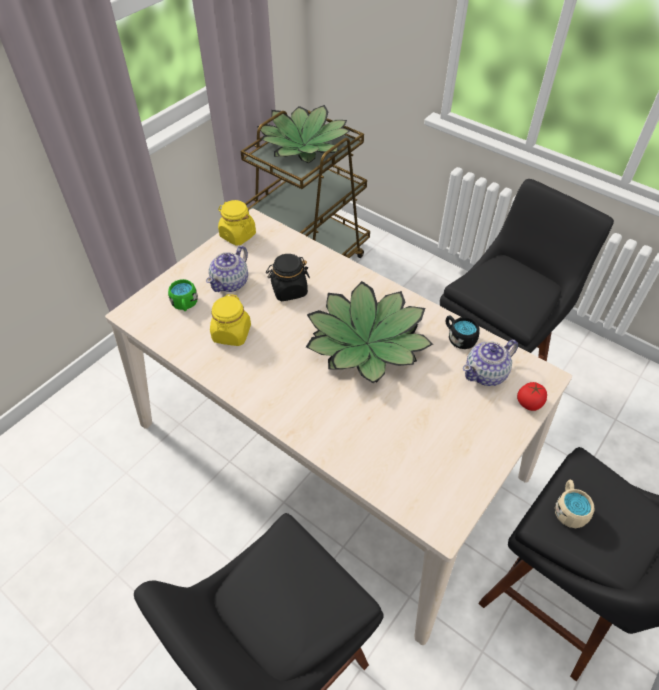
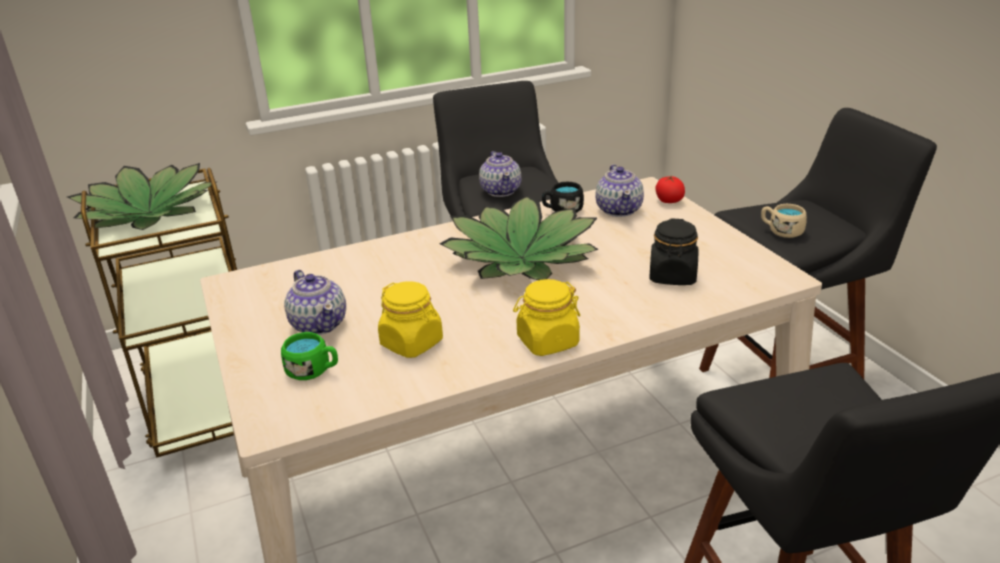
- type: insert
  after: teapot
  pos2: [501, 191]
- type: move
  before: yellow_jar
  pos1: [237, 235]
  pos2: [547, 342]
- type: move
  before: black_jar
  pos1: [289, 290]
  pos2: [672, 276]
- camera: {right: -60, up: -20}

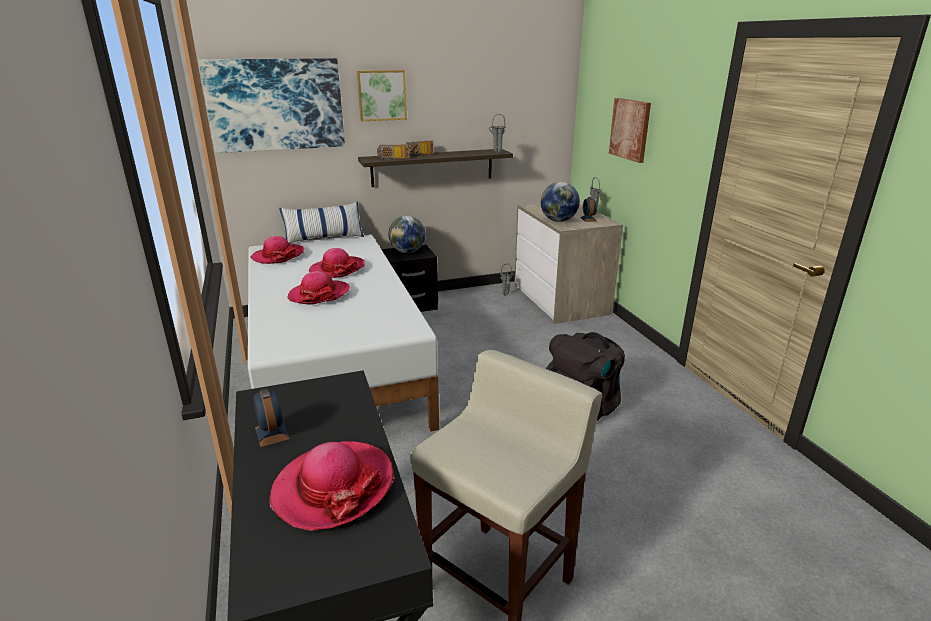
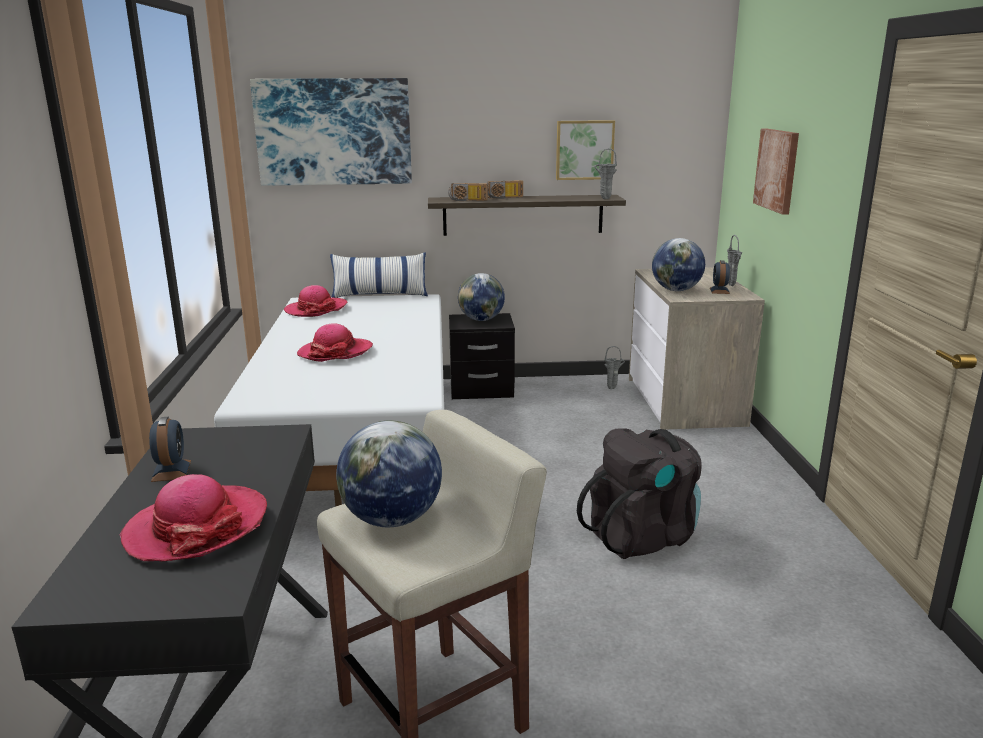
- type: insert
  after: globe
  pos2: [391, 519]
- type: move
  before: picture
  pos1: [381, 95]
  pos2: [584, 150]
- type: delete
  before: hat
  pos1: [337, 269]
- camera: {right: 15, up: -5}

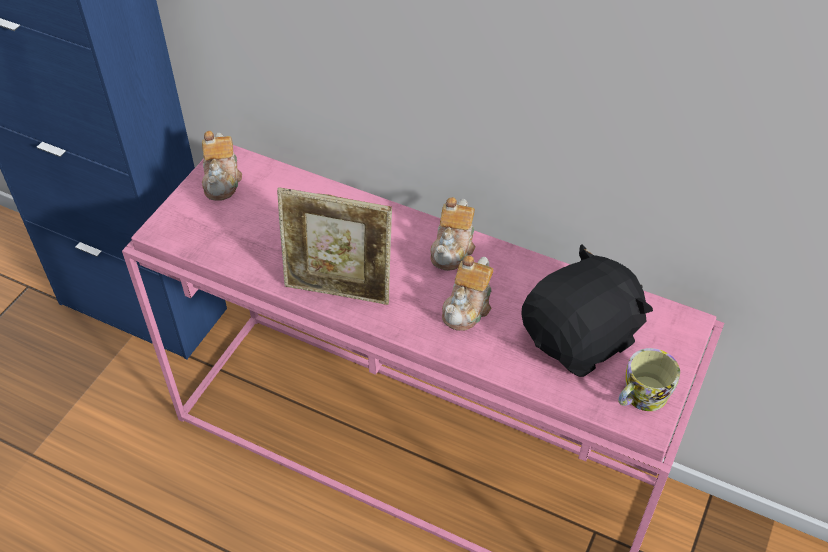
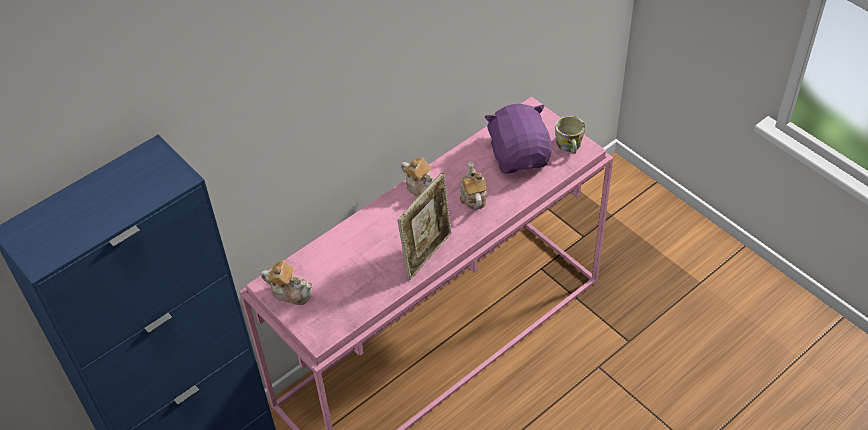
- type: rotate
  before: teapot
  pos1: [468, 308]
  pos2: [473, 197]
  turn: -150
- type: recolor
  before: black_plush_toy
  after: purple_plush_toy
  pos1: [581, 338]
  pos2: [519, 156]
- camera: {right: -65, up: 0}

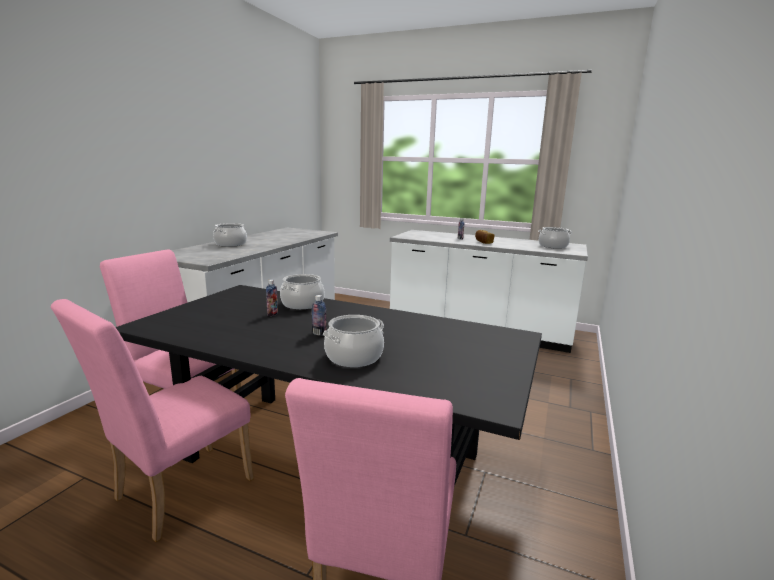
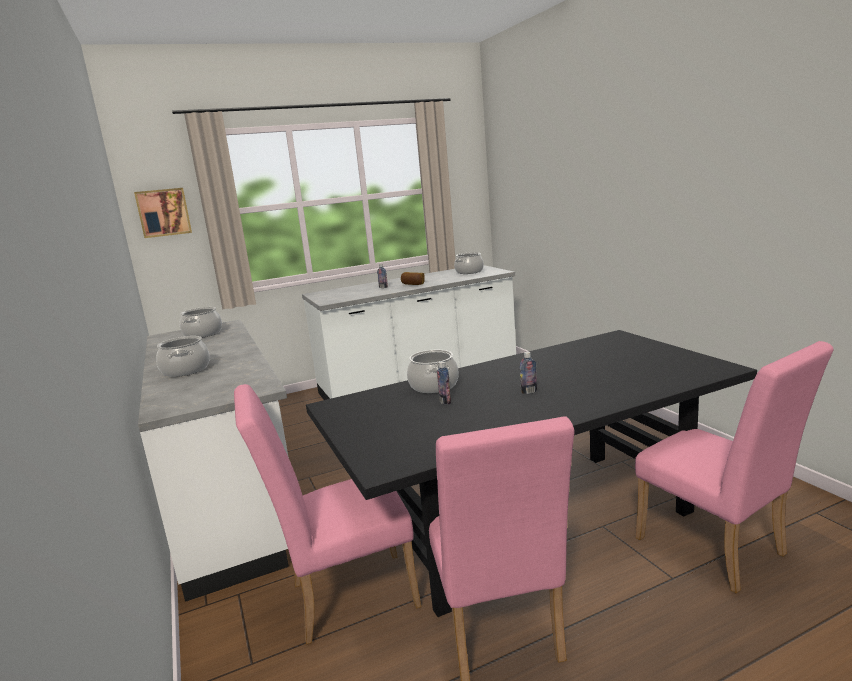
- type: insert
  after: picture
  pos2: [163, 212]
- type: move
  before: cooking_pot
  pos1: [354, 357]
  pos2: [203, 334]
- camera: {right: -45, up: 0}

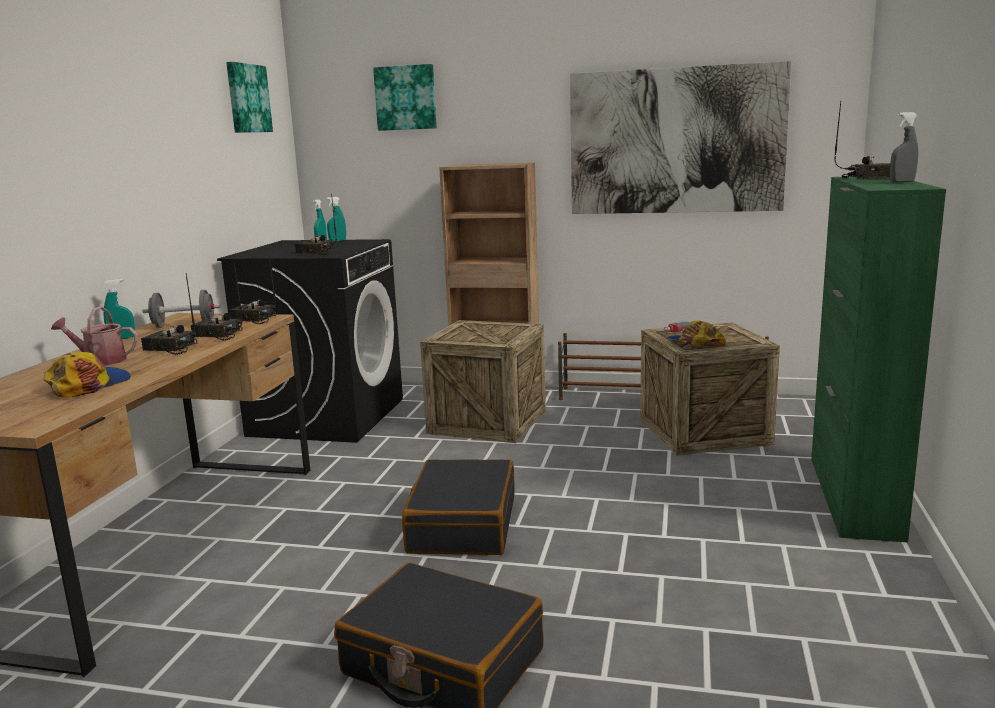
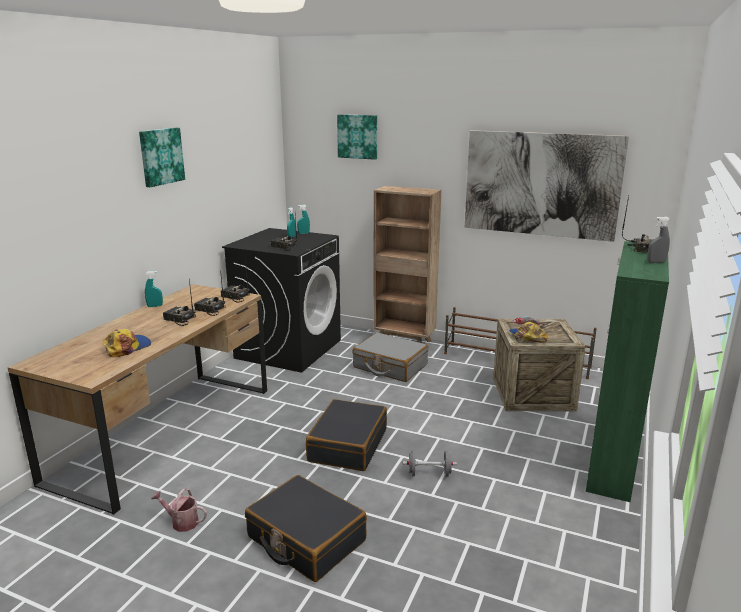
- type: move
  before: picture
  pos1: [247, 98]
  pos2: [160, 156]
- type: move
  before: watering_can
  pos1: [100, 361]
  pos2: [181, 522]
- type: replace
  before: crate
  after: grey_suitcase
  pos1: [487, 422]
  pos2: [390, 366]
- type: move
  before: grey_dumbbell
  pos1: [184, 325]
  pos2: [429, 474]
- camera: {right: 10, up: 5}

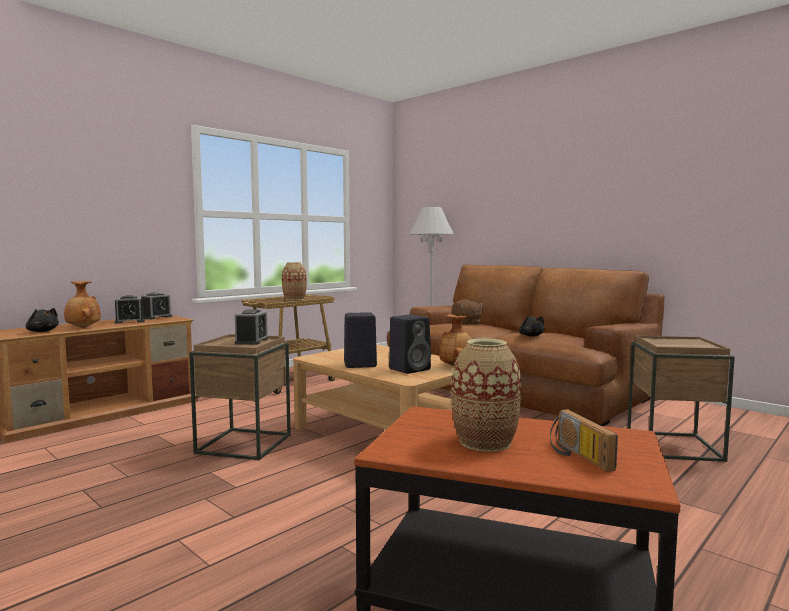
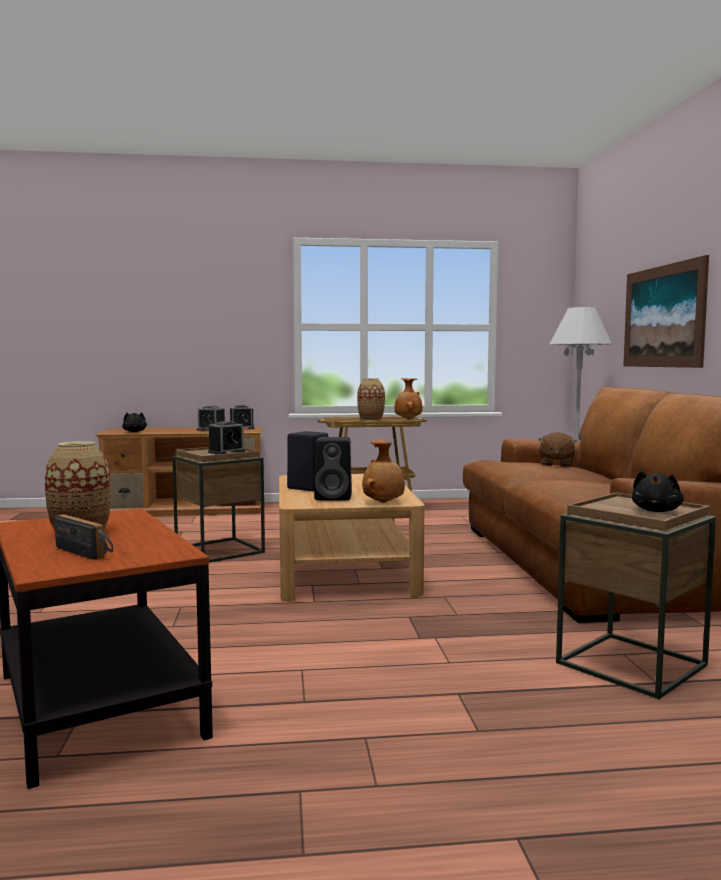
- type: rotate
  before: radio
  pos1: [576, 455]
  pos2: [88, 551]
  turn: 105
- type: move
  before: brown_vase
  pos1: [82, 327]
  pos2: [407, 419]
- type: insert
  after: picture
  pos2: [663, 316]
- type: move
  before: black_plush_toy
  pos1: [531, 336]
  pos2: [656, 511]
- camera: {right: 40, up: 0}

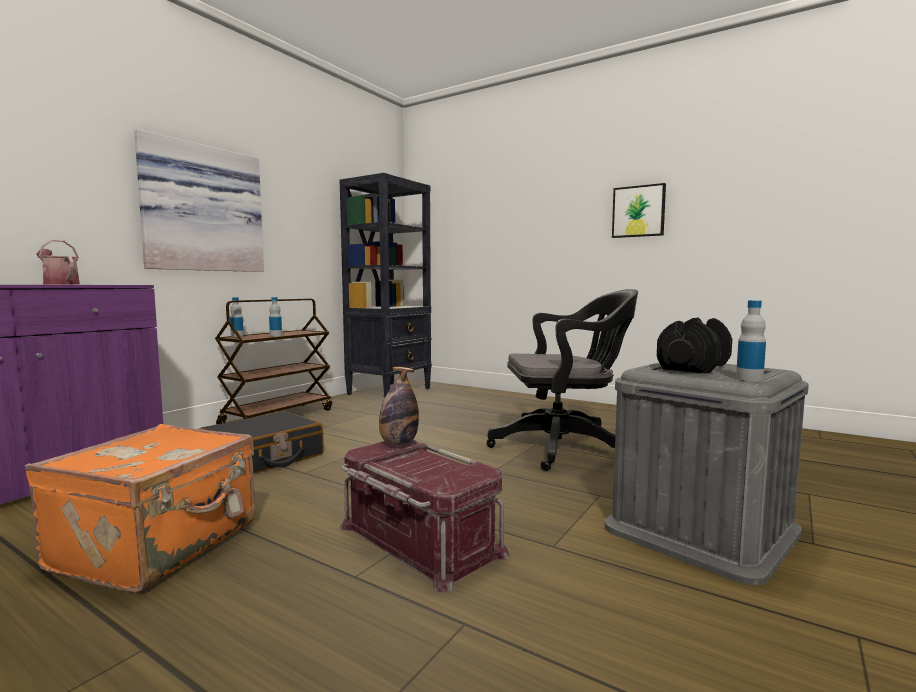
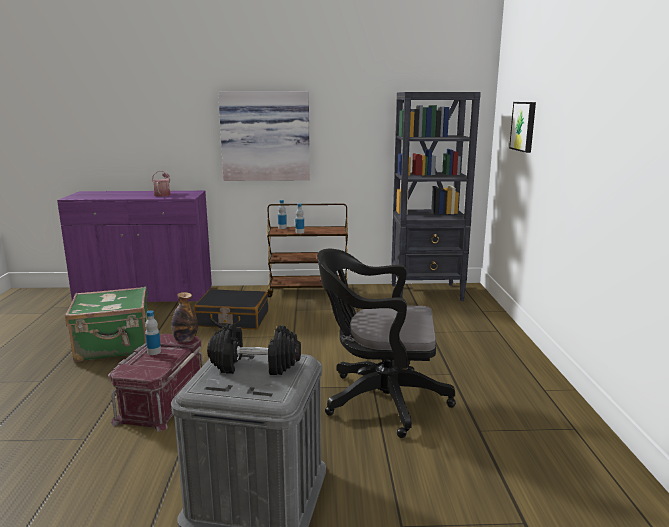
- type: recolor
  before: orange_suitcase
  after: green_suitcase
  pos1: [159, 546]
  pos2: [115, 346]
- type: move
  before: bottle
  pos1: [749, 379]
  pos2: [154, 352]
- type: rotate
  before: black_office_chair
  pos1: [564, 448]
  pos2: [379, 400]
  turn: 135
- type: move
  before: picture
  pos1: [638, 211]
  pos2: [524, 126]
- camera: {right: 55, up: 10}

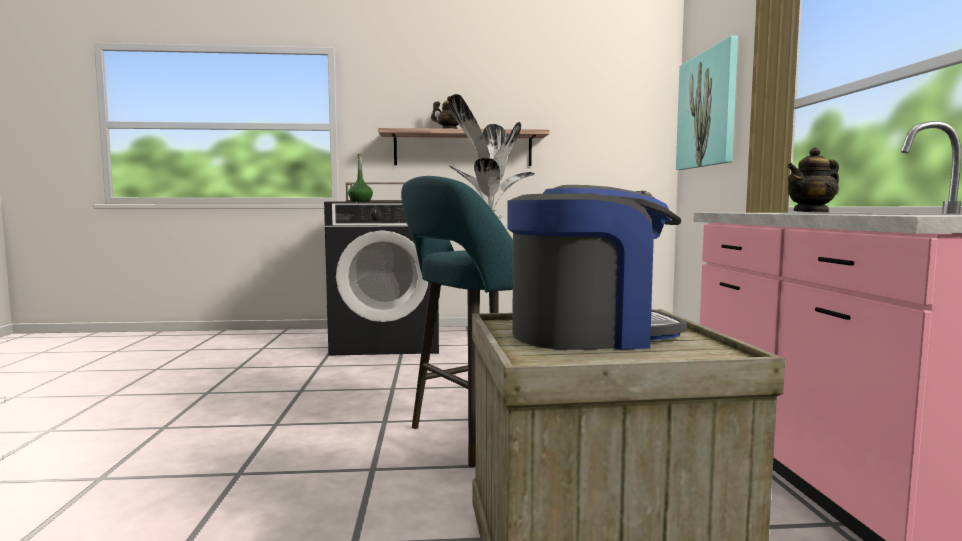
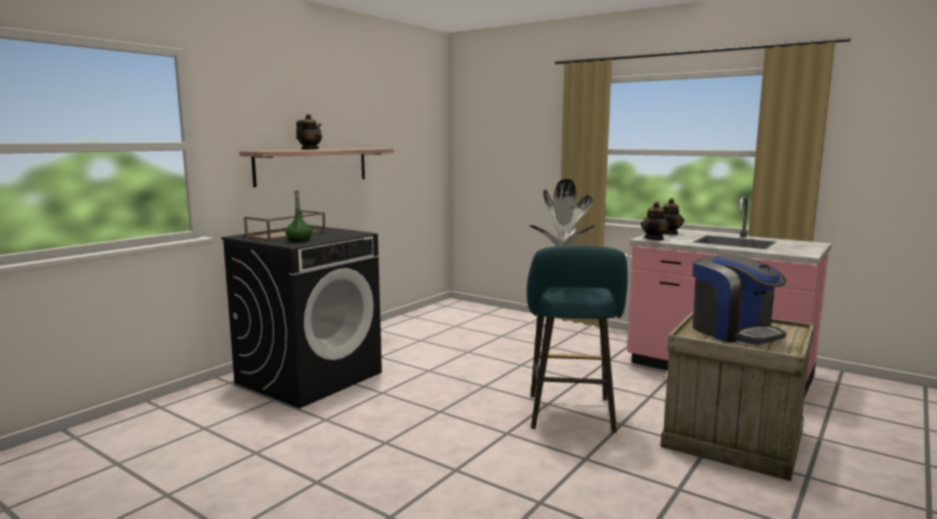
- type: insert
  after: teapot
  pos2: [654, 239]
- type: rotate
  before: coffee_machine
  pos1: [589, 334]
  pos2: [733, 332]
  turn: 120
- type: delete
  before: picture
  pos1: [707, 110]
- camera: {right: -50, up: 5}

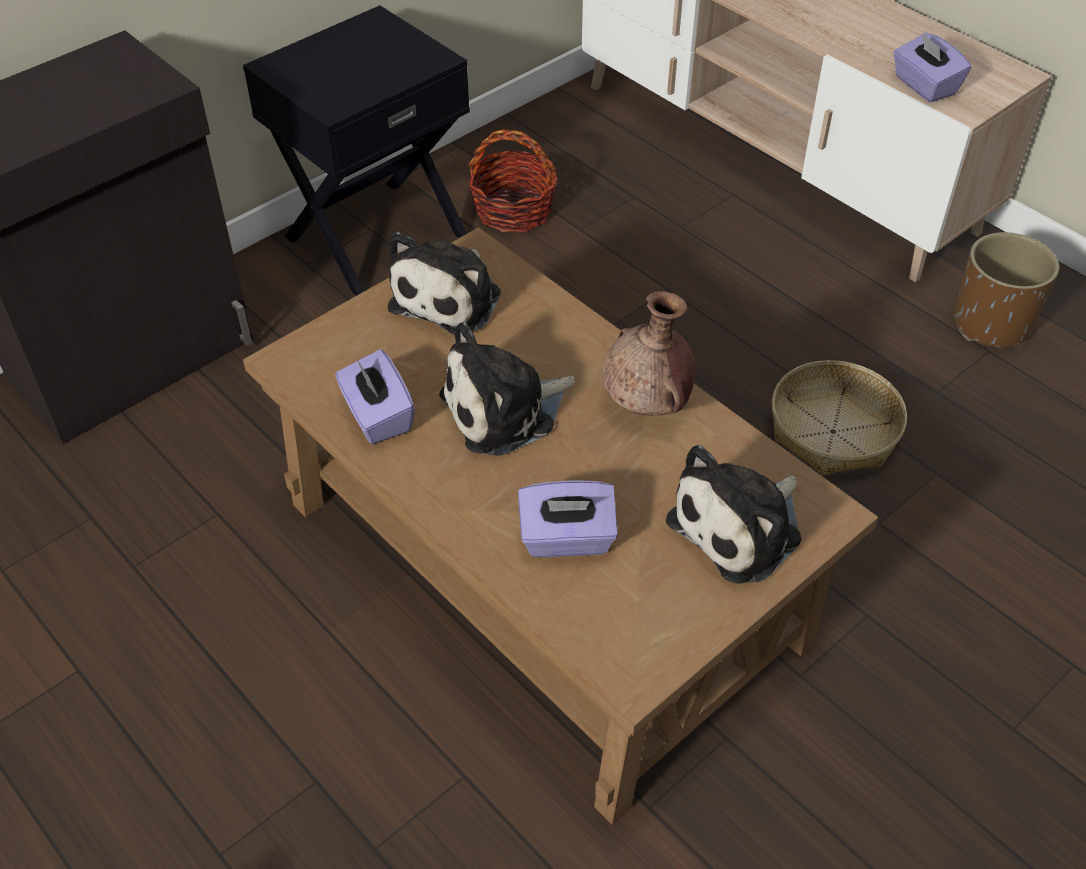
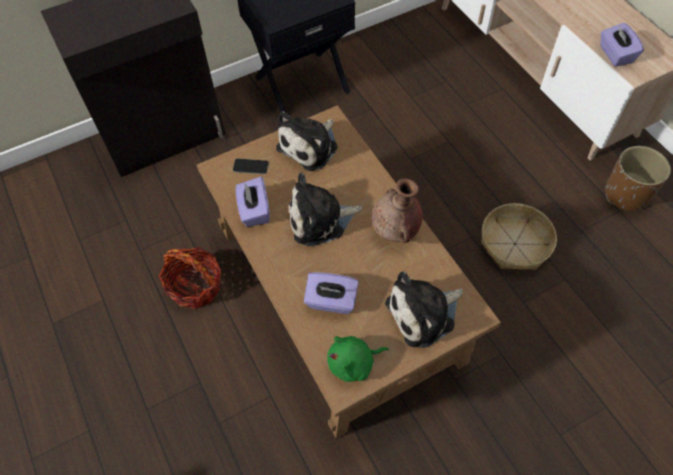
- type: move
  before: basket
  pos1: [514, 210]
  pos2: [195, 286]
- type: insert
  after: phone
  pos2: [250, 166]
- type: insert
  after: green_plush_toy
  pos2: [354, 363]
- camera: {right: 15, up: 10}

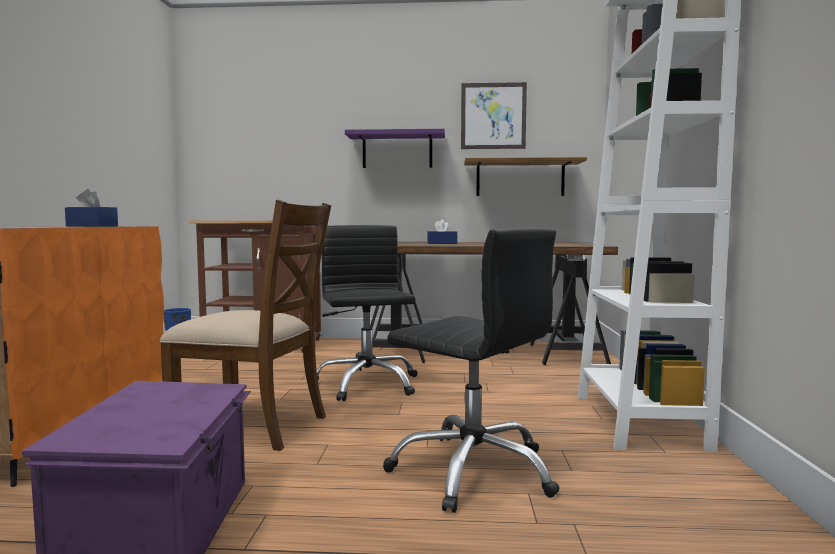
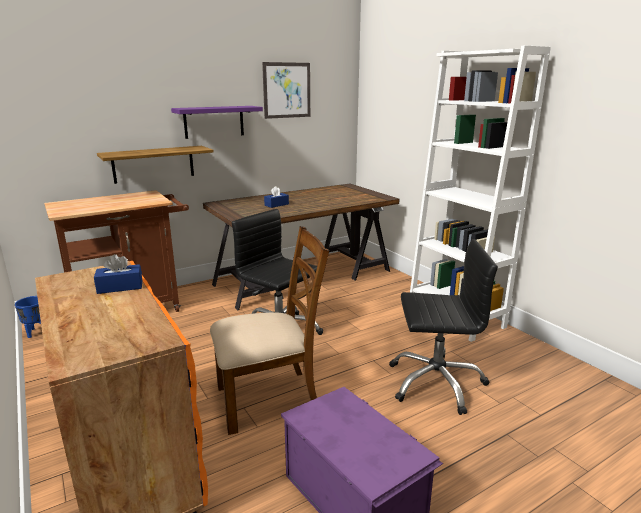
- type: move
  before: shelf
  pos1: [520, 179]
  pos2: [153, 164]
- camera: {right: -35, up: 15}

